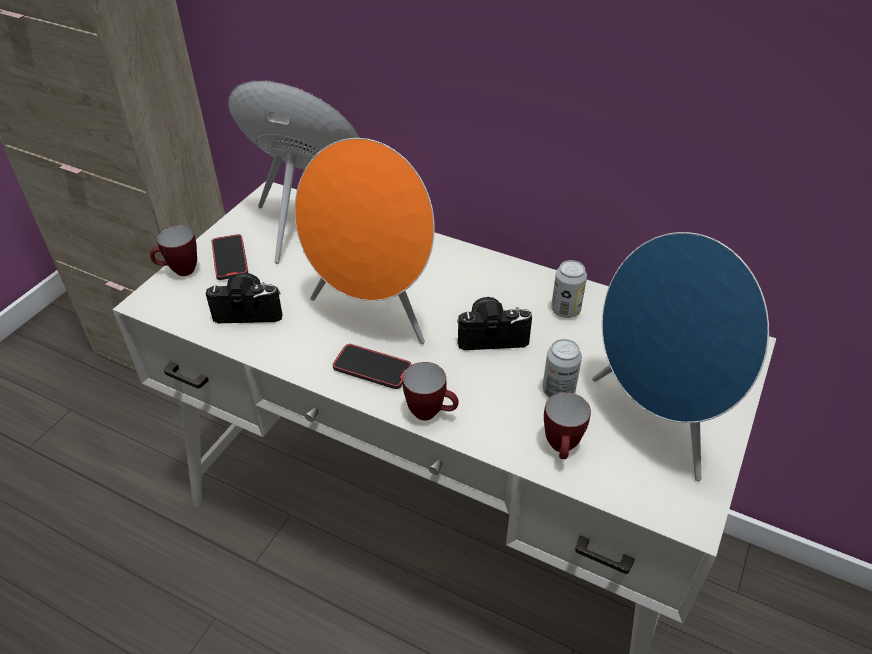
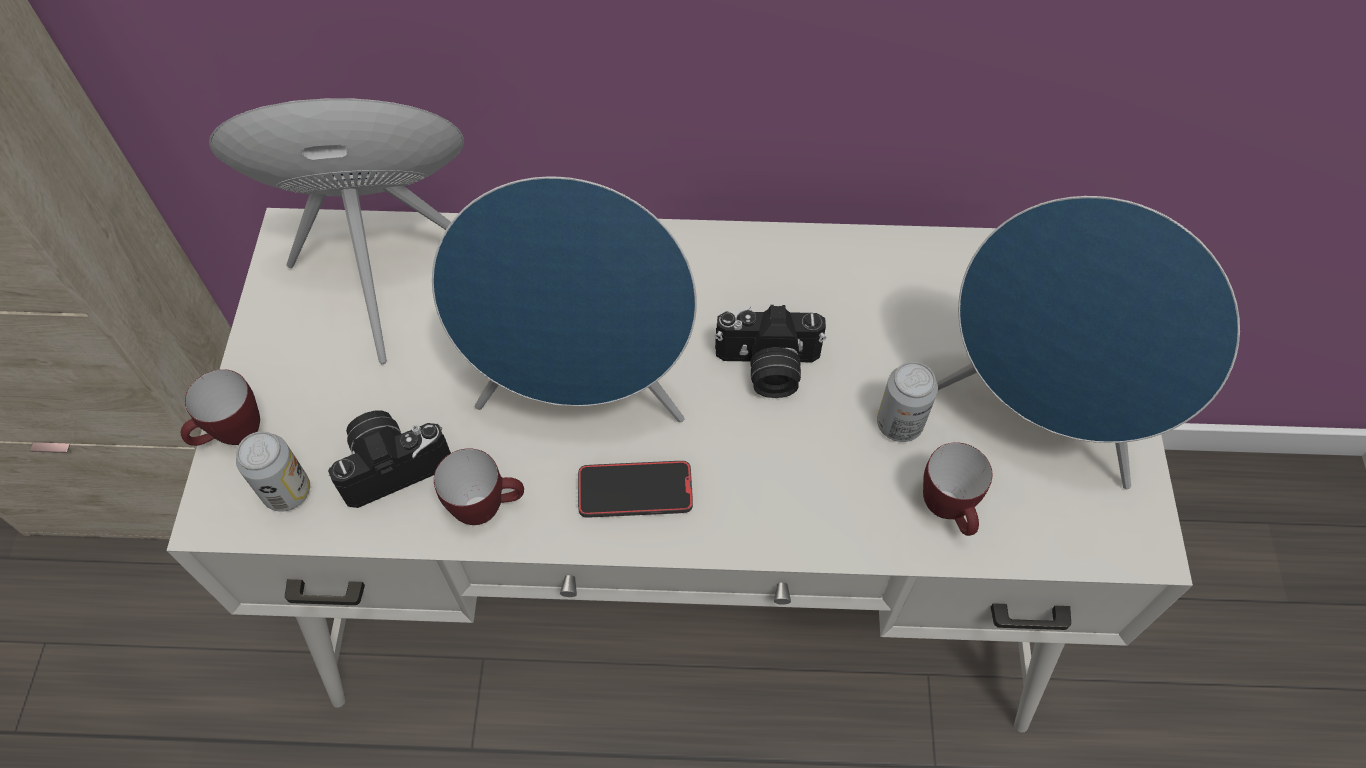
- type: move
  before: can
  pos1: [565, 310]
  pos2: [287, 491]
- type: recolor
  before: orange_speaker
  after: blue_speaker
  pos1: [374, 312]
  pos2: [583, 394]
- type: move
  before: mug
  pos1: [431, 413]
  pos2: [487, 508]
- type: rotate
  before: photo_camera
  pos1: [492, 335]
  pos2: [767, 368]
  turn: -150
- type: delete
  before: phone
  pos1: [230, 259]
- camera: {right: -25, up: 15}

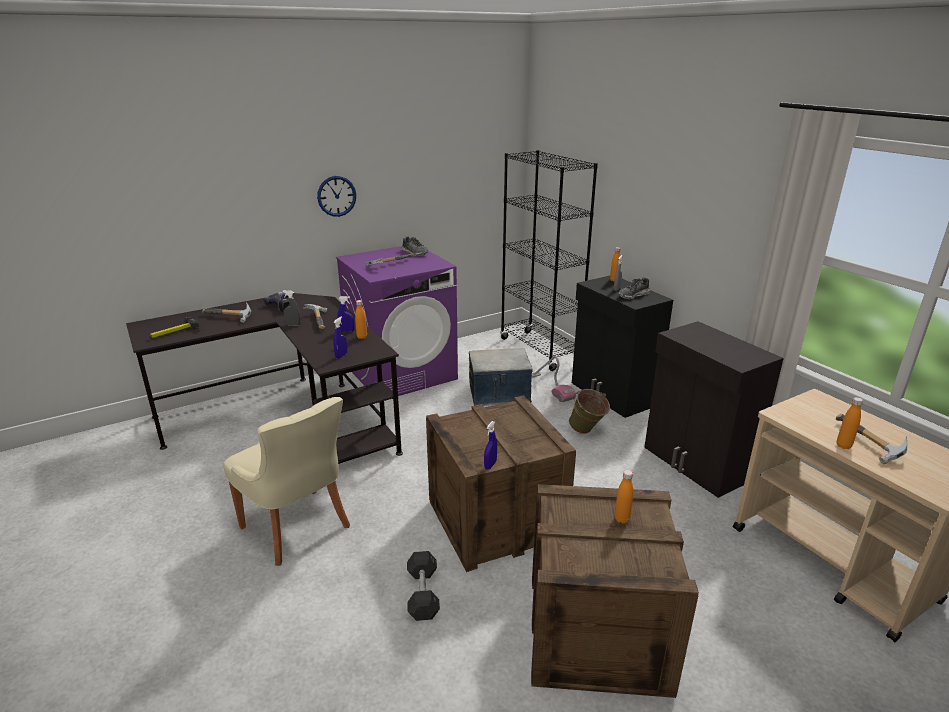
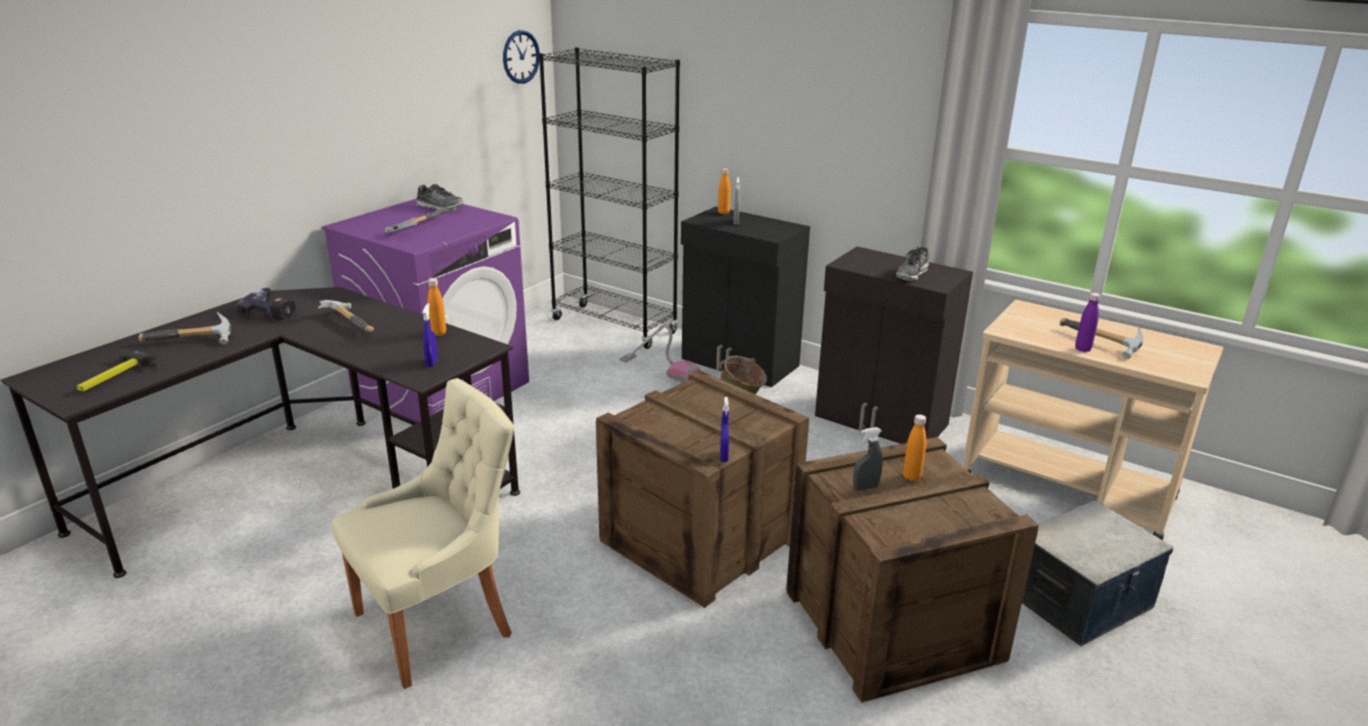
- type: rotate
  before: beige_chair
  pos1: [298, 528]
  pos2: [439, 622]
  turn: -60
- type: move
  before: wall_clock
  pos1: [336, 196]
  pos2: [521, 57]
- type: move
  before: grey_spray_bottle
  pos1: [293, 325]
  pos2: [865, 488]
- type: move
  before: shoe
  pos1: [633, 295]
  pos2: [912, 274]
- type: move
  before: storage_box
  pos1: [499, 394]
  pos2: [1080, 601]
- type: recolor
  before: orange_bottle
  after: purple_bottle
  pos1: [843, 446]
  pos2: [1082, 349]
- type: delete
  before: blue_spray_bottle
  pos1: [347, 331]
- type: delete
  before: grey_dumbbell
  pos1: [423, 594]
- camera: {right: -25, up: 0}

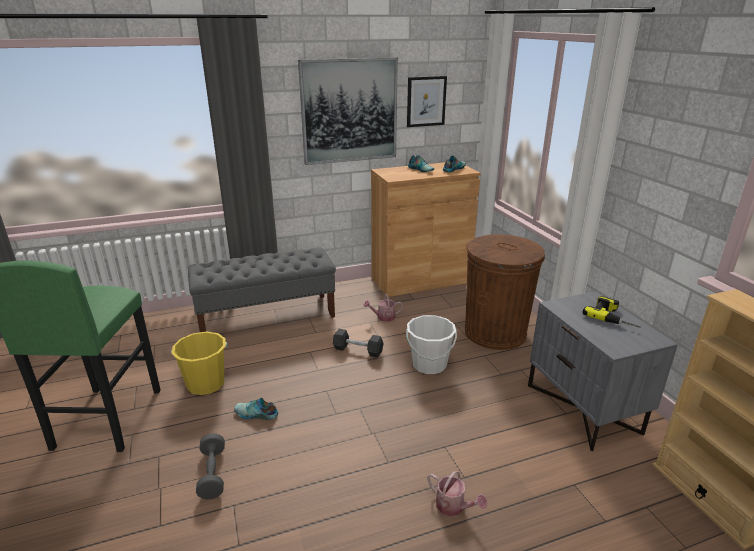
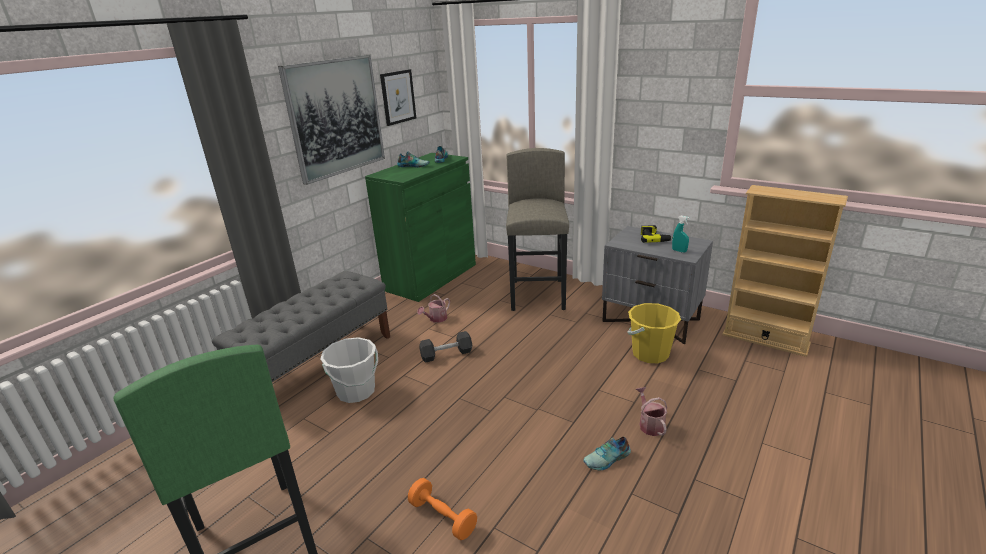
- type: move
  before: white_bucket
  pos1: [429, 364]
  pos2: [356, 391]
- type: recolor
  before: brown_cabinet
  after: green_cabinet
  pos1: [420, 280]
  pos2: [431, 277]
- type: recolor
  before: grey_dumbbell
  after: orange_dumbbell
  pos1: [212, 474]
  pos2: [442, 517]
- type: replace
  before: brown_trash_can
  after: grey_stool
  pos1: [495, 332]
  pos2: [538, 294]
- type: move
  before: shoe
  pos1: [256, 414]
  pos2: [607, 459]
- type: move
  before: yellow_bucket
  pos1: [206, 384]
  pos2: [650, 354]
- type: rotate
  before: watering_can
  pos1: [453, 506]
  pos2: [650, 424]
  turn: -105
- type: insert
  after: turquoise_spray_bottle
  pos2: [679, 251]
- camera: {right: -35, up: 0}

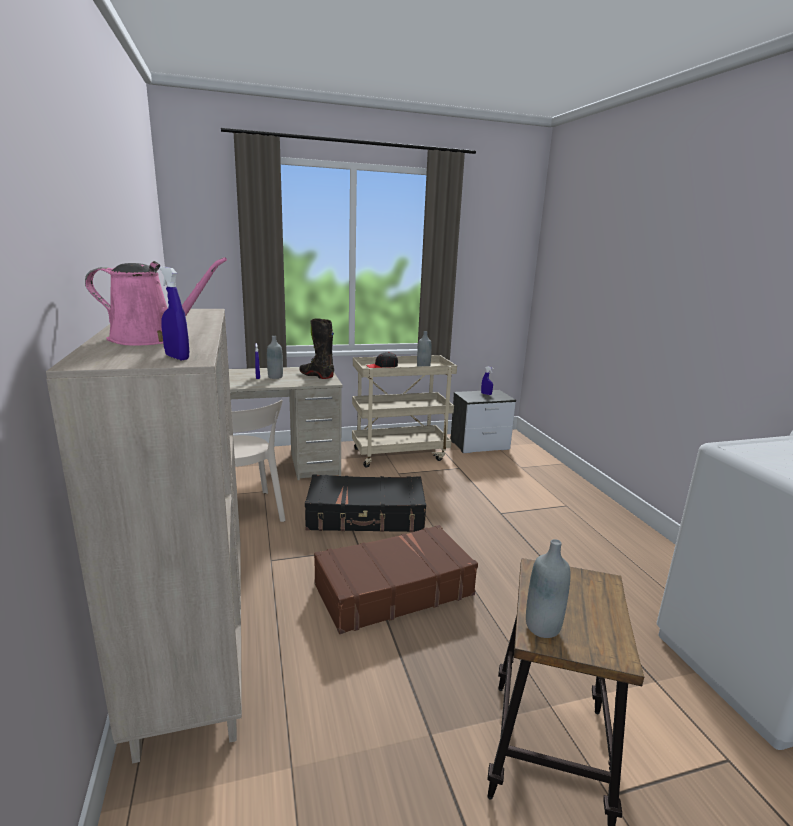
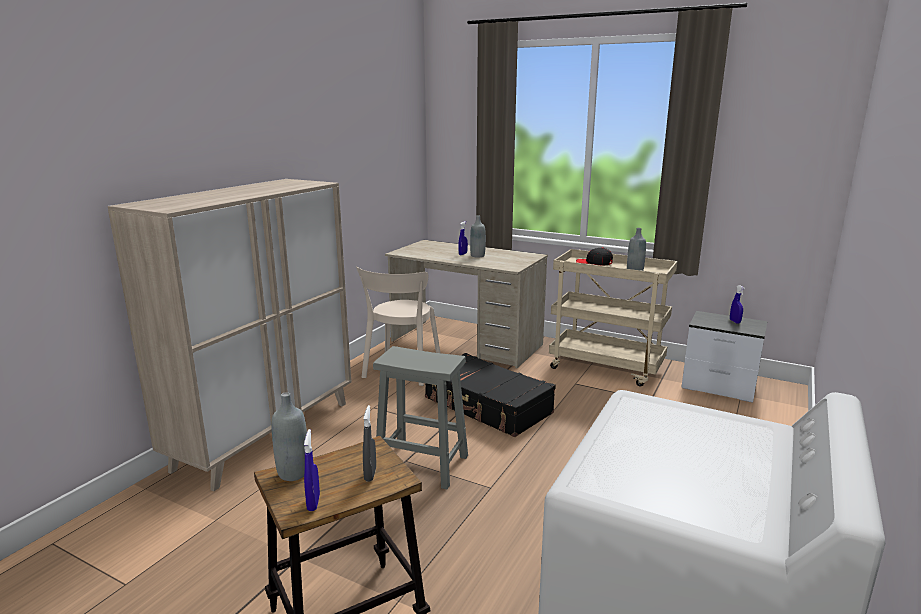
- type: move
  before: blue_spray_bottle
  pos1: [177, 357]
  pos2: [313, 503]
- type: insert
  after: grey_spray_bottle
  pos2: [370, 474]
- type: replace
  before: brown_suitcase
  after: grey_stool
  pos1: [393, 589]
  pos2: [420, 464]
- type: delete
  before: pink_watering_can
  pos1: [150, 339]
- type: delete
  before: black_boot
  pos1: [316, 375]
- camera: {right: 45, up: 0}

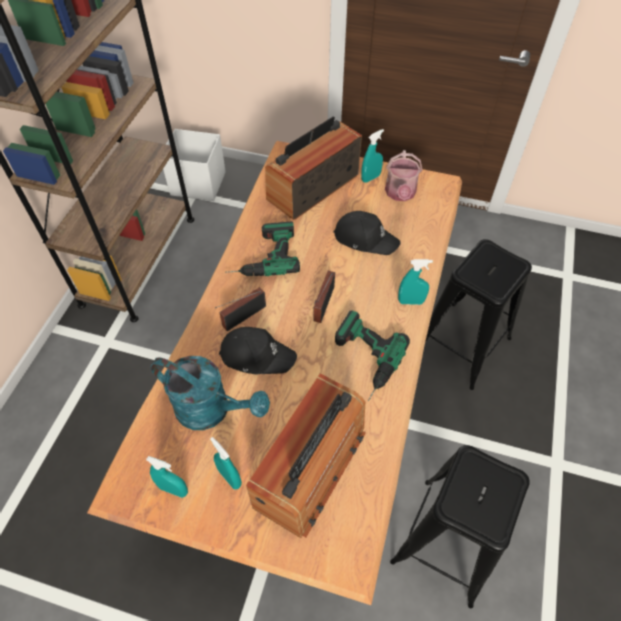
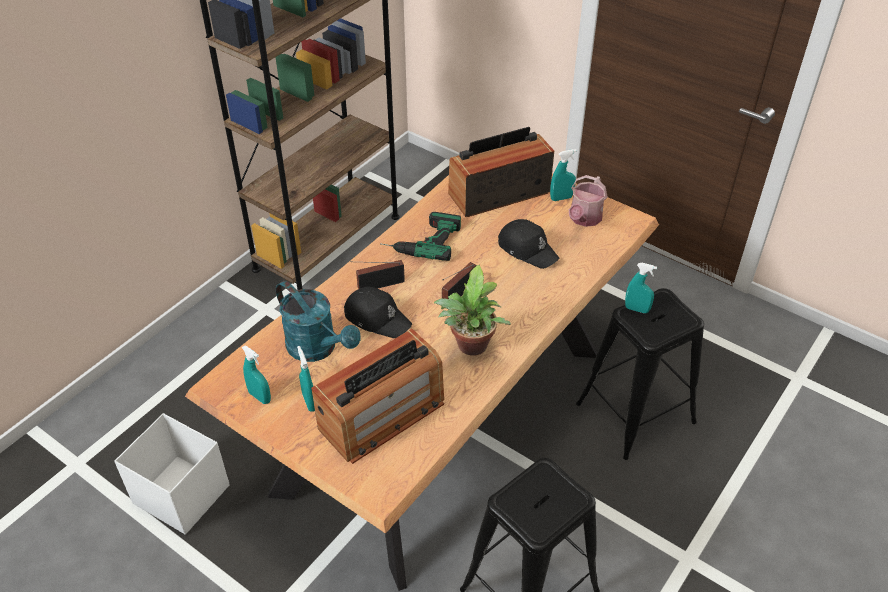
- type: move
  before: white_storage_box
  pos1: [197, 183]
  pos2: [181, 493]
- type: replace
  before: power_drill
  after: potted_plant
  pos1: [362, 360]
  pos2: [471, 348]
- type: move
  before: turquoise_spray_bottle
  pos1: [410, 301]
  pos2: [637, 309]
- camera: {right: 20, up: -10}

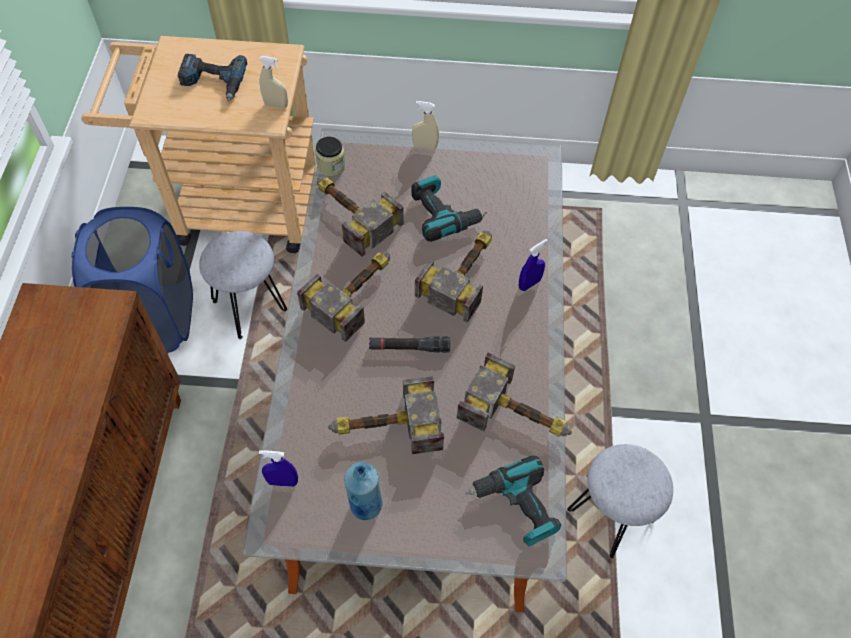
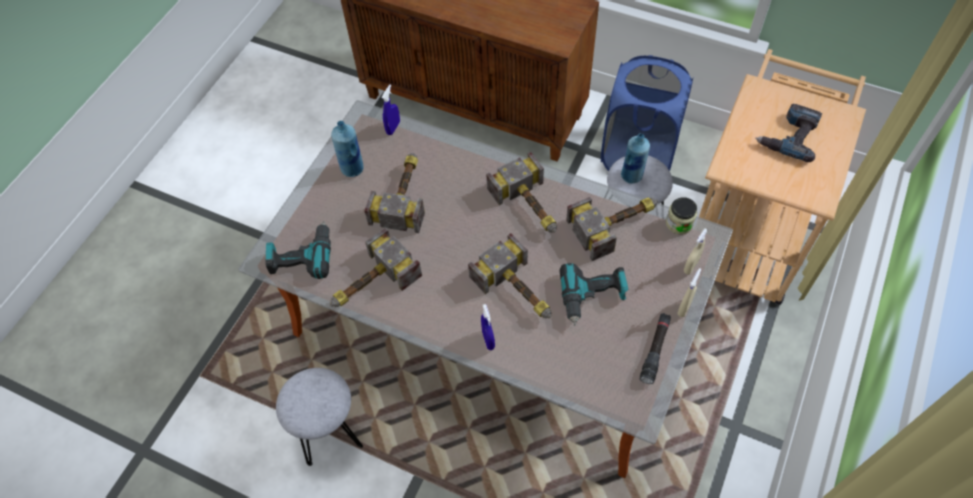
- type: insert
  after: blue_bottle
  pos2: [632, 176]
- type: move
  before: black_flashlight
  pos1: [409, 347]
  pos2: [655, 350]
- type: move
  before: beige_spray_bottle
  pos1: [276, 105]
  pos2: [691, 266]
- camera: {right: 115, up: 0}

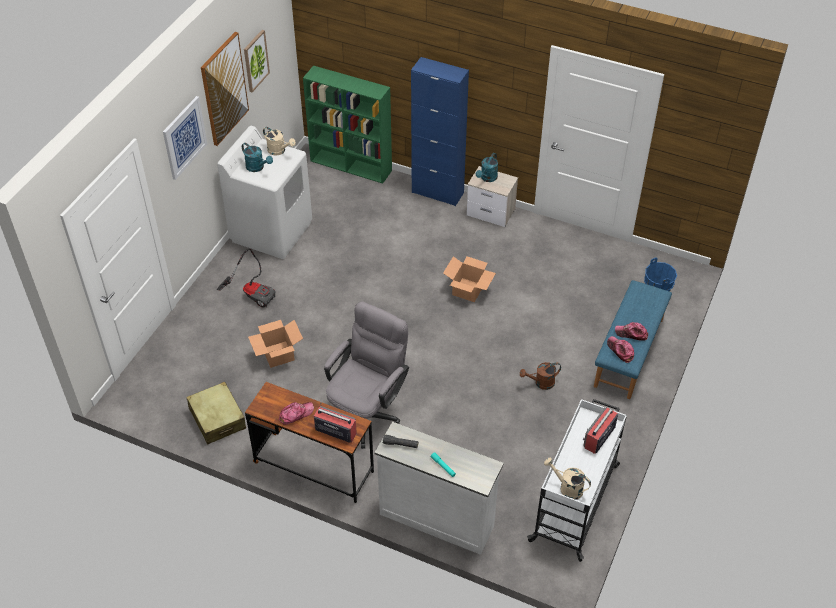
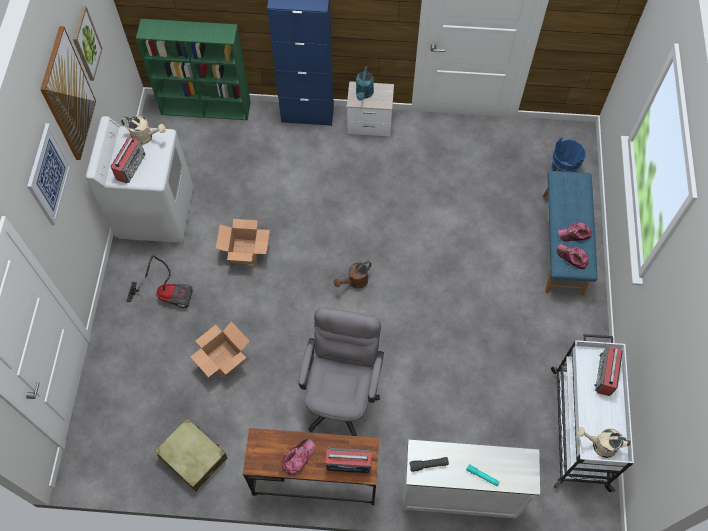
- type: replace
  before: turquoise_watering_can
  after: radio
  pos1: [257, 167]
  pos2: [131, 166]
- type: move
  before: cardboard_box
  pos1: [468, 289]
  pos2: [245, 251]
- type: move
  before: brown_watering_can
  pos1: [541, 383]
  pos2: [355, 282]
- camera: {right: -20, up: 15}

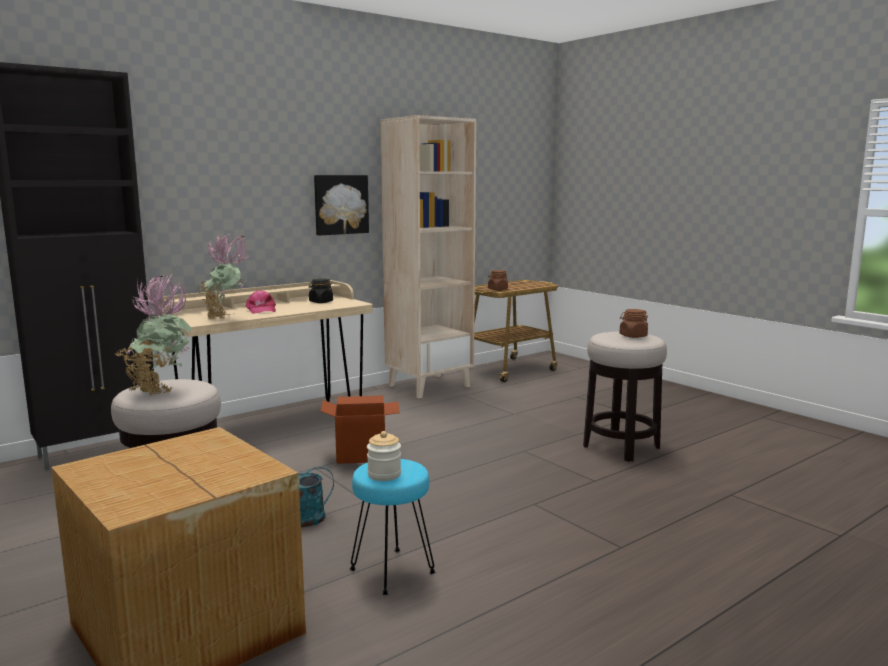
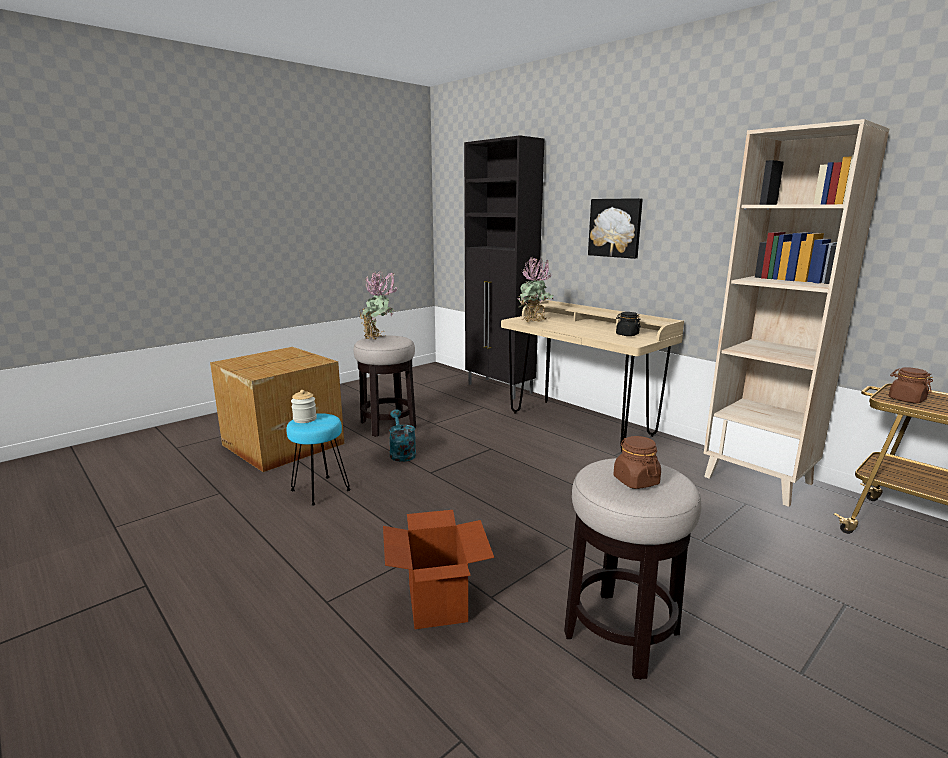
- type: move
  before: cardboard_box
  pos1: [361, 455]
  pos2: [437, 603]
- type: move
  before: picture
  pos1: [340, 204]
  pos2: [615, 228]
- type: delete
  before: pink_cap
  pos1: [261, 310]
- camera: {right: 85, up: 5}

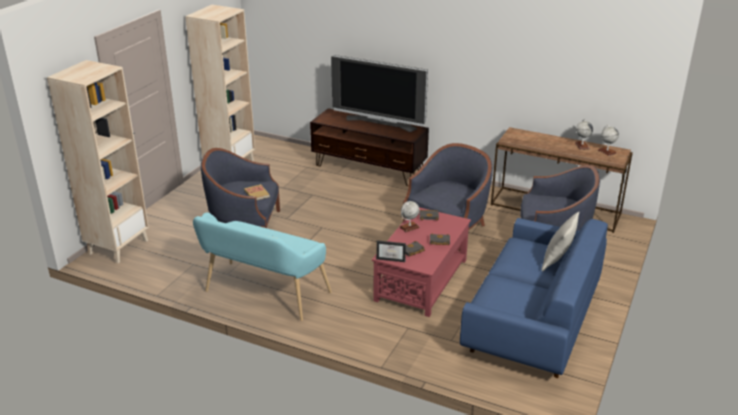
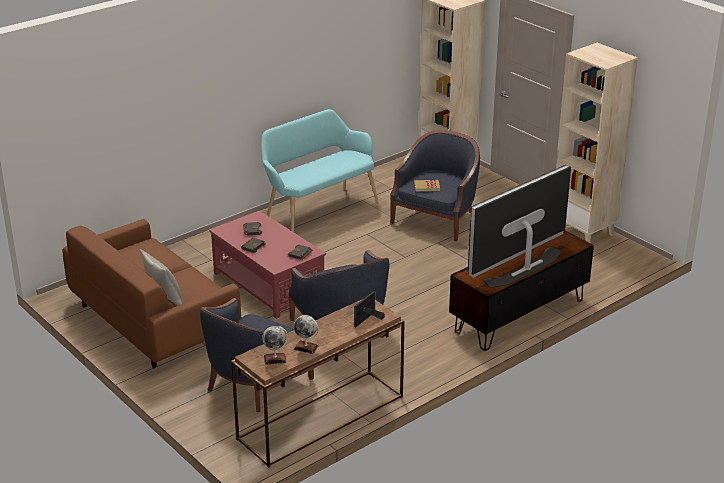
- type: recolor
  before: blue_sofa
  after: brown_sofa
  pos1: [532, 322]
  pos2: [154, 320]
- type: move
  before: picture_frame
  pos1: [391, 258]
  pos2: [367, 320]
- type: delete
  before: globe
  pos1: [409, 227]
- camera: {right: 115, up: 0}

